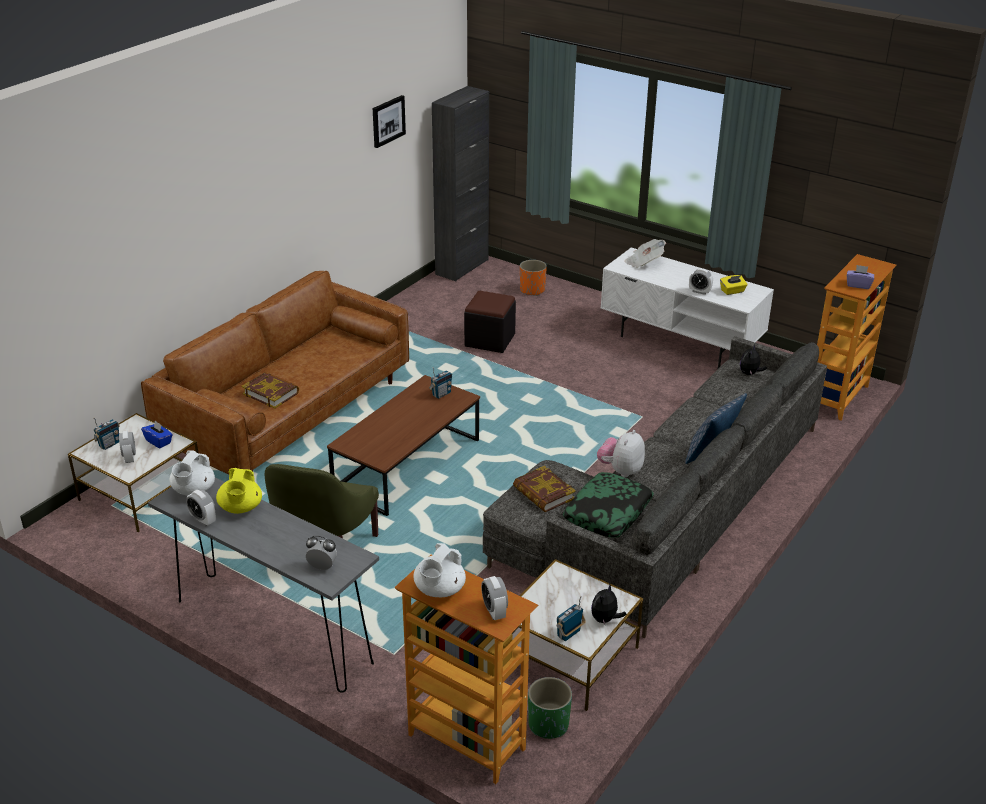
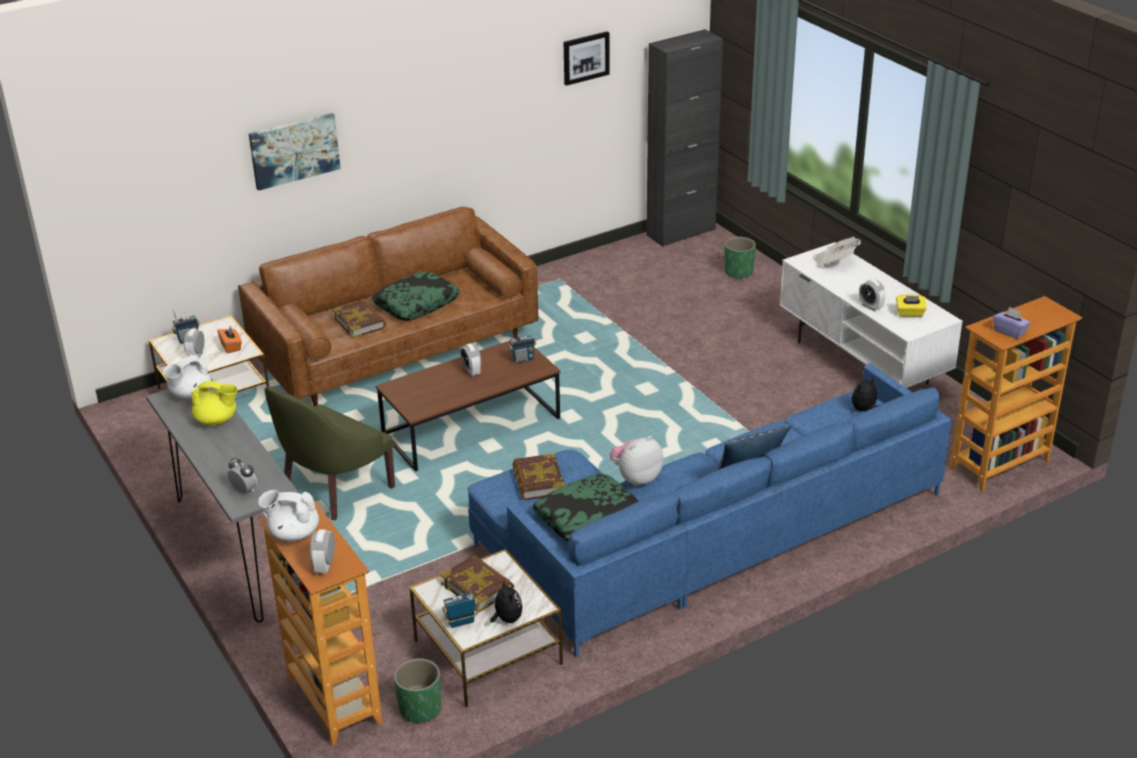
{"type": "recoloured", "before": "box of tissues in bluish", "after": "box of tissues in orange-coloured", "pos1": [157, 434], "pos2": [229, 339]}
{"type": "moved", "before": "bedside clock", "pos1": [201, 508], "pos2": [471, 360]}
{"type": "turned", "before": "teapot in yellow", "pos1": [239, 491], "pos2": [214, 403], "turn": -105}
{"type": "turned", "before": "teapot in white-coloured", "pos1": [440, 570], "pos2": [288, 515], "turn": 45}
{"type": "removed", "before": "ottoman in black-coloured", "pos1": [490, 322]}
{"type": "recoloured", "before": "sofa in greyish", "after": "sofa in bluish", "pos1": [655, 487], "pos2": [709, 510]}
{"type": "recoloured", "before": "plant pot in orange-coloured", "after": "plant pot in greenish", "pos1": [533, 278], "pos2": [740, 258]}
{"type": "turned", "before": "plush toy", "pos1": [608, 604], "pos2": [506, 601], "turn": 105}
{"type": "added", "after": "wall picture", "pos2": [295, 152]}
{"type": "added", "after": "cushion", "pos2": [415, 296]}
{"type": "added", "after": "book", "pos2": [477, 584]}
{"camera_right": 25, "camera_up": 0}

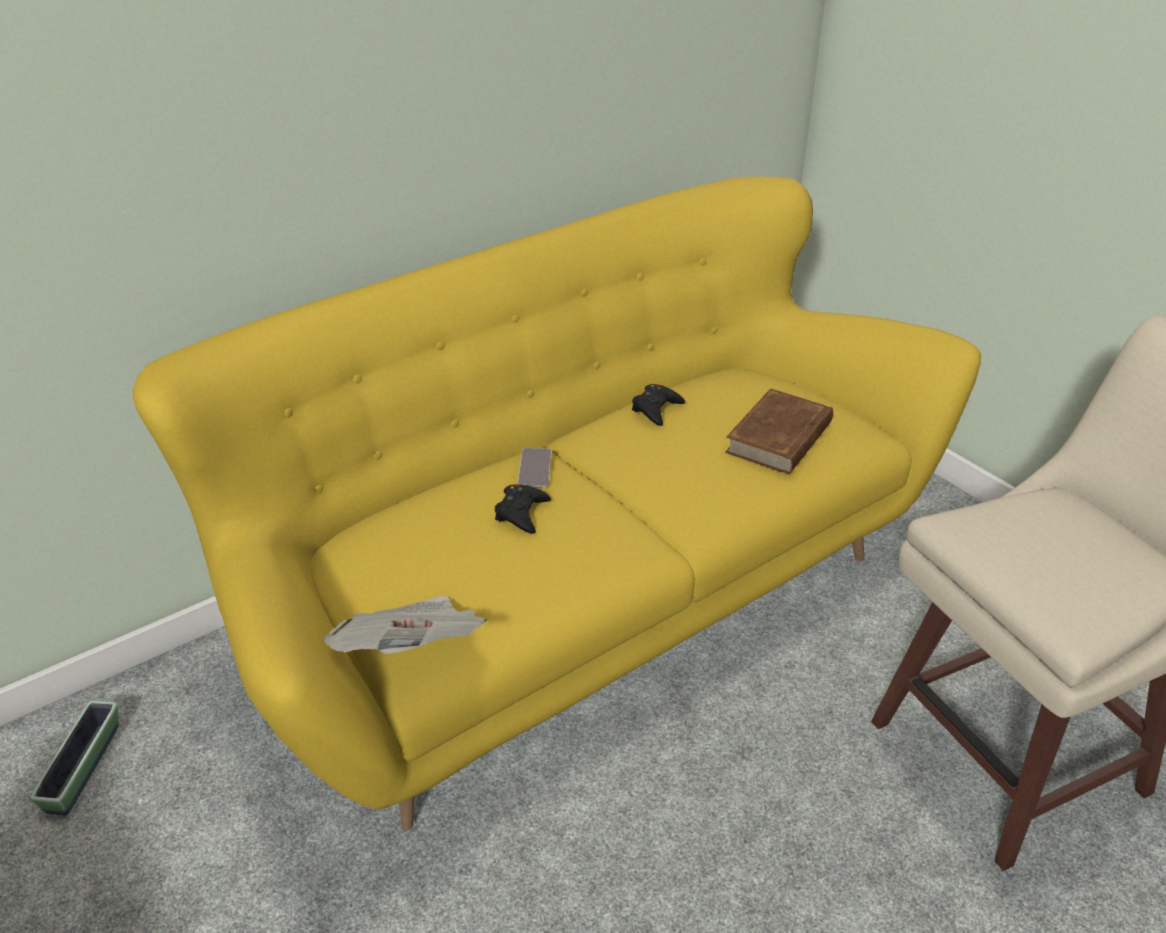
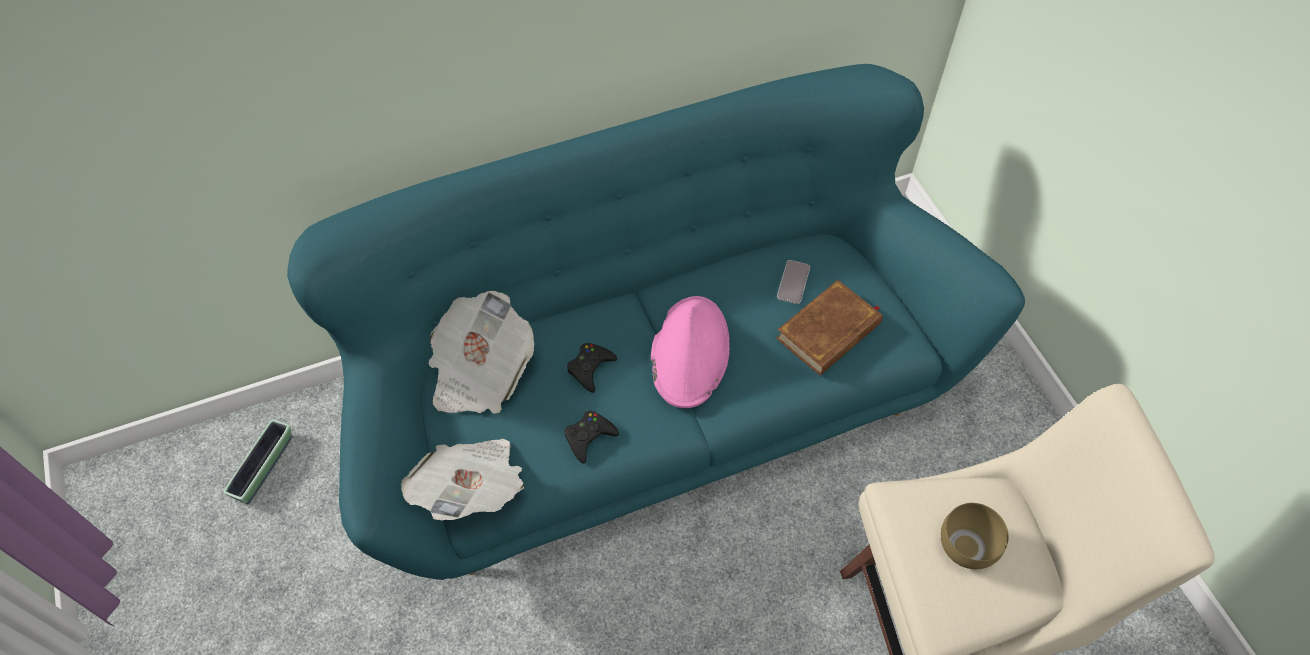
{"type": "recoloured", "before": "sofa in yellow", "after": "sofa in turquoise-coloured", "pos1": [556, 503], "pos2": [656, 322]}
{"type": "moved", "before": "telephone", "pos1": [535, 468], "pos2": [793, 282]}
{"type": "moved", "before": "game controller in black-coloured", "pos1": [658, 405], "pos2": [591, 437]}
{"type": "added", "after": "printed paper", "pos2": [481, 352]}
{"type": "added", "after": "hat in pink", "pos2": [690, 352]}
{"type": "added", "after": "bowl in brownish", "pos2": [975, 536]}
{"camera_right": 15, "camera_up": 20}

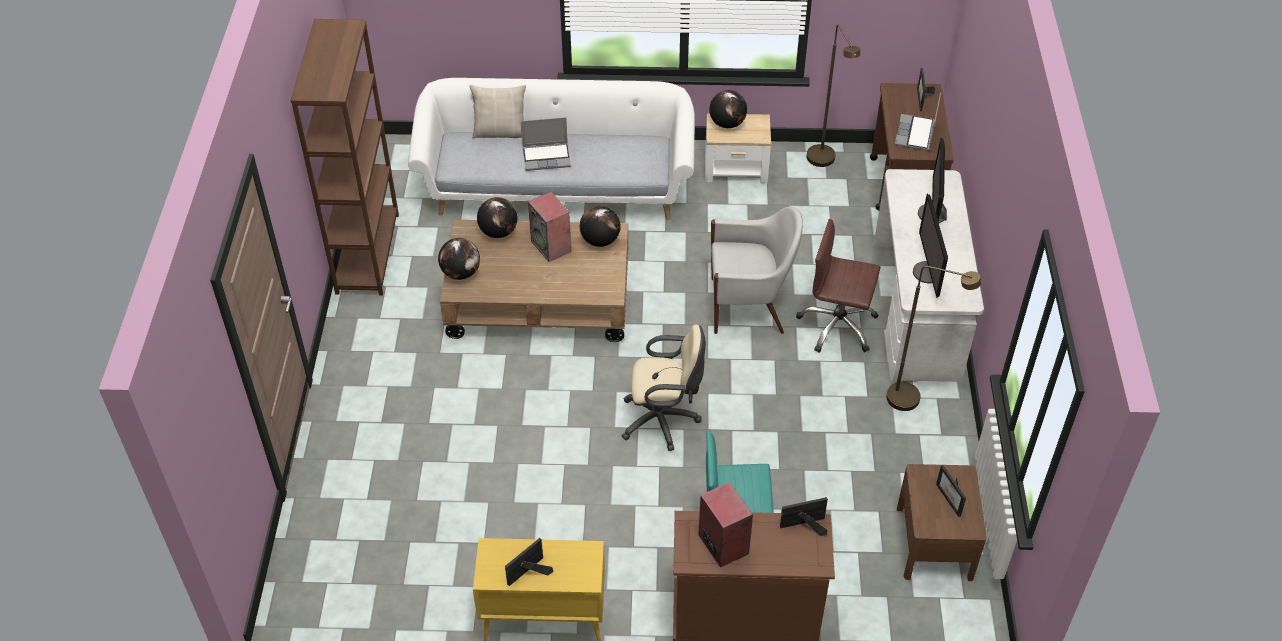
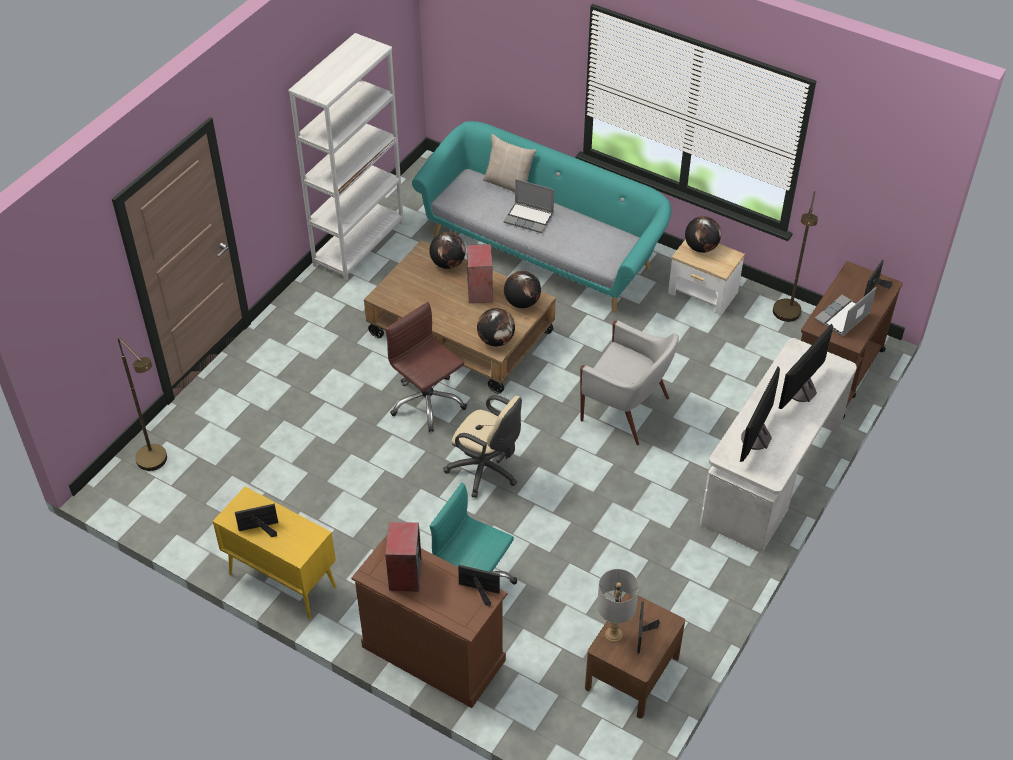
{"type": "recoloured", "before": "bookcase in brownish", "after": "bookcase in white-coloured", "pos1": [344, 157], "pos2": [346, 157]}
{"type": "recoloured", "before": "sofa in white-coloured", "after": "sofa in turquoise-coloured", "pos1": [551, 149], "pos2": [542, 217]}
{"type": "moved", "before": "world globe", "pos1": [459, 259], "pos2": [496, 327]}
{"type": "moved", "before": "computer chair in brownish", "pos1": [838, 286], "pos2": [426, 367]}
{"type": "moved", "before": "standing lamp in brownish", "pos1": [933, 338], "pos2": [142, 404]}
{"type": "added", "after": "tabletop lamp in greyish", "pos2": [618, 606]}
{"camera_right": 30, "camera_up": 0}

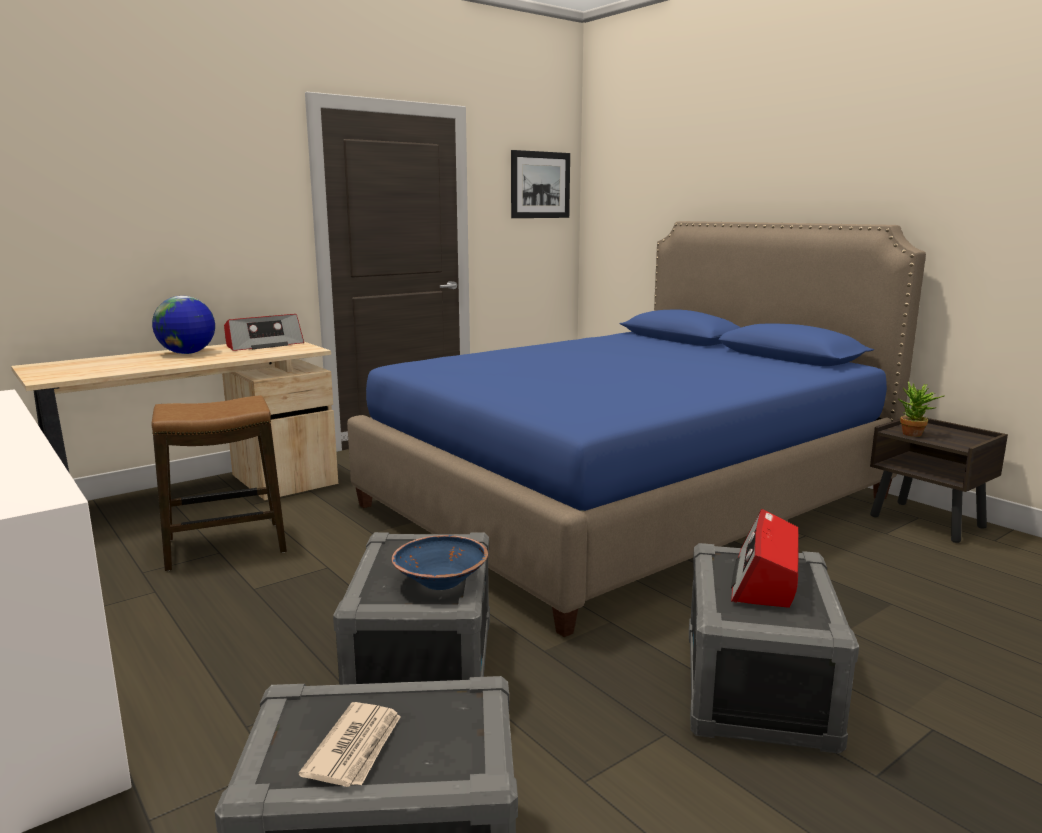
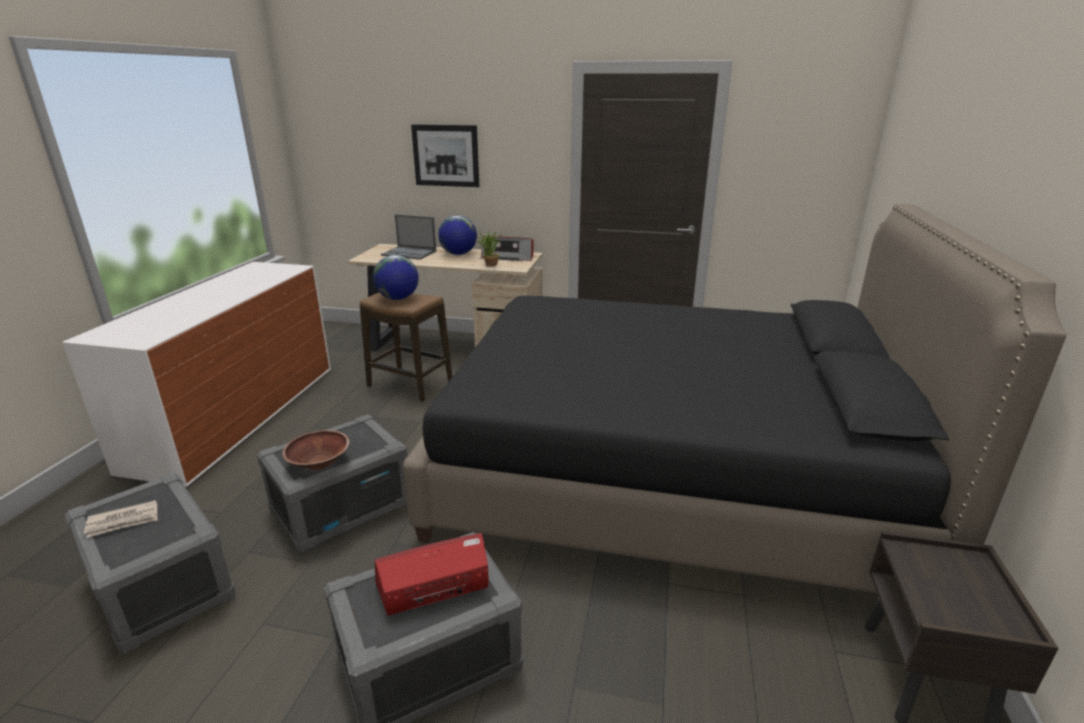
{"type": "recoloured", "before": "sleeping bed in bluish", "after": "sleeping bed in black-coloured", "pos1": [636, 429], "pos2": [734, 398]}
{"type": "recoloured", "before": "bowl in bluish", "after": "bowl in brownish", "pos1": [440, 562], "pos2": [316, 450]}
{"type": "moved", "before": "wall picture", "pos1": [540, 184], "pos2": [445, 155]}
{"type": "moved", "before": "houseplant", "pos1": [920, 409], "pos2": [489, 248]}
{"type": "added", "after": "world globe", "pos2": [396, 277]}
{"type": "added", "after": "notebook computer", "pos2": [409, 237]}
{"camera_right": 50, "camera_up": 10}

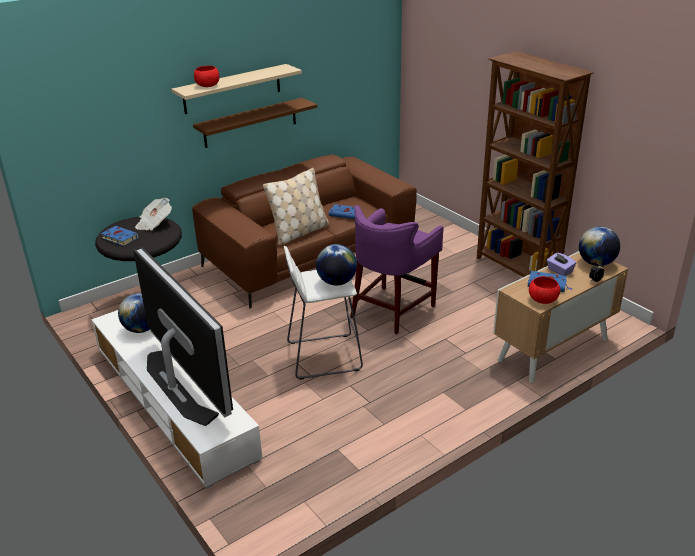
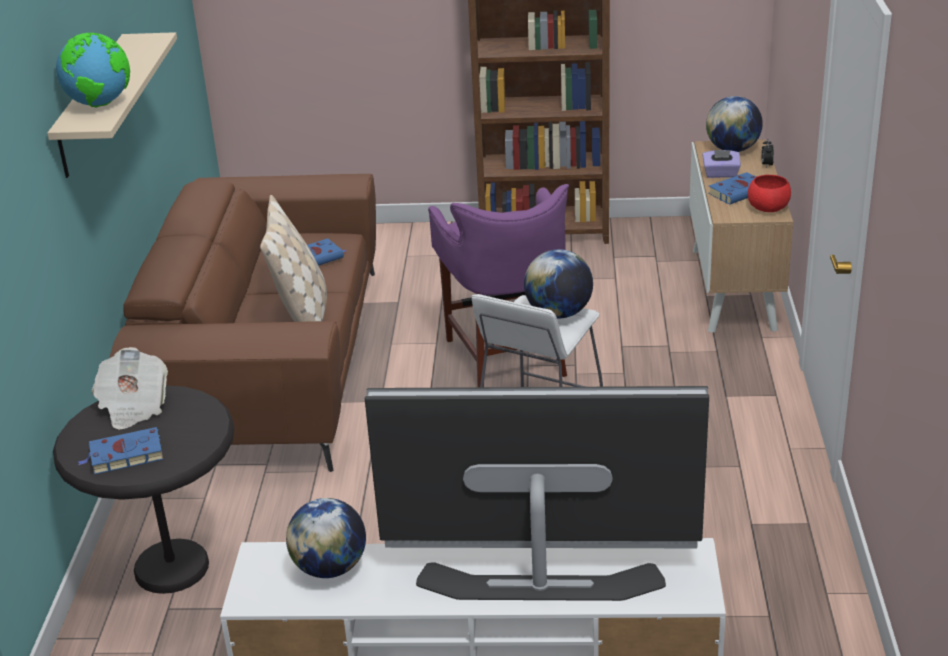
{"type": "removed", "before": "wall shelf in brownish", "pos1": [255, 123]}
{"type": "replaced", "before": "bowl in red-coloured", "after": "world globe", "pos1": [207, 76], "pos2": [93, 70]}
{"camera_right": -50, "camera_up": 0}

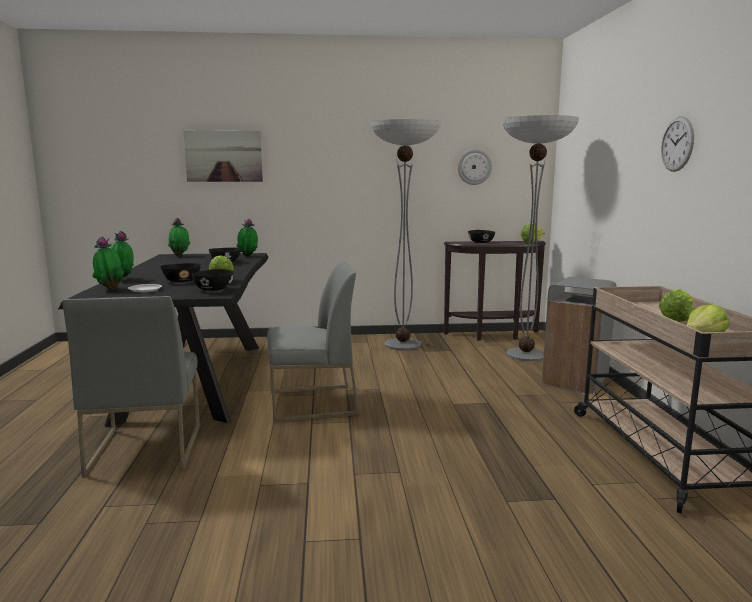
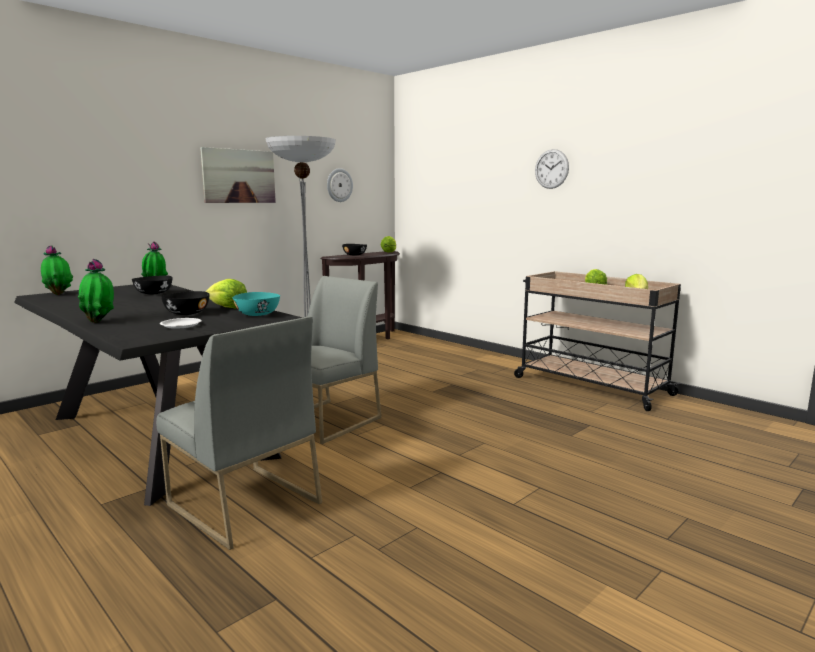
{"type": "removed", "before": "houseplant", "pos1": [108, 263]}
{"type": "moved", "before": "wall picture", "pos1": [223, 156], "pos2": [238, 175]}
{"type": "recoloured", "before": "bowl in black-coloured", "after": "bowl in turquoise-coloured", "pos1": [213, 280], "pos2": [256, 304]}
{"type": "removed", "before": "standing lamp", "pos1": [540, 238]}
{"type": "removed", "before": "waste bin in greyish", "pos1": [579, 335]}
{"camera_right": -40, "camera_up": 0}

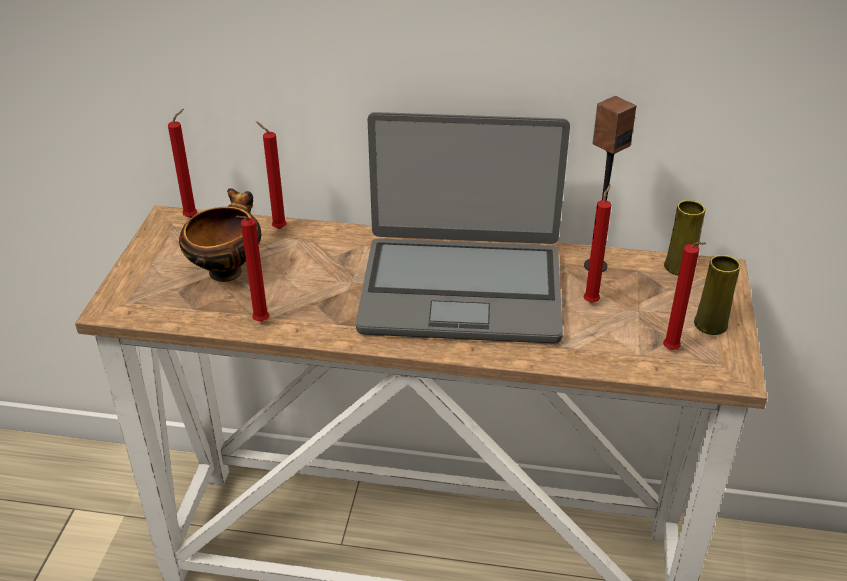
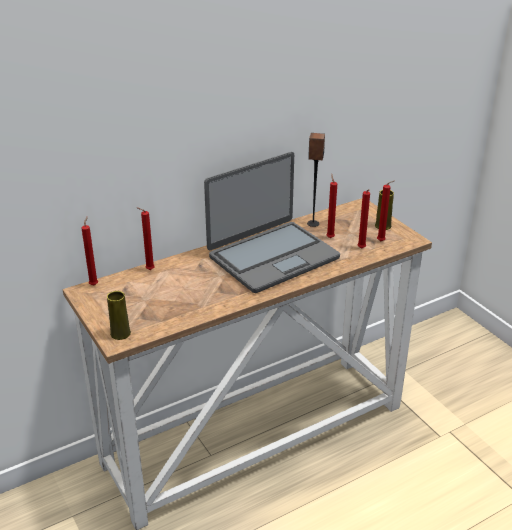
{"type": "removed", "before": "bowl", "pos1": [220, 235]}
{"type": "moved", "before": "candle in red-coloured", "pos1": [252, 269], "pos2": [364, 219]}
{"type": "moved", "before": "decorative vase in yellow", "pos1": [684, 237], "pos2": [119, 315]}
{"camera_right": -40, "camera_up": -5}

